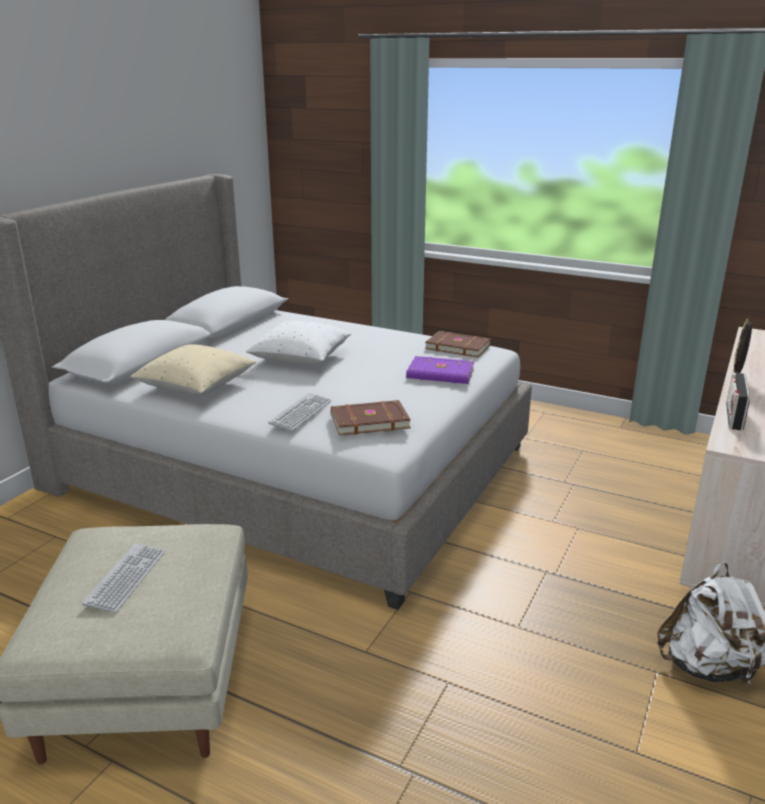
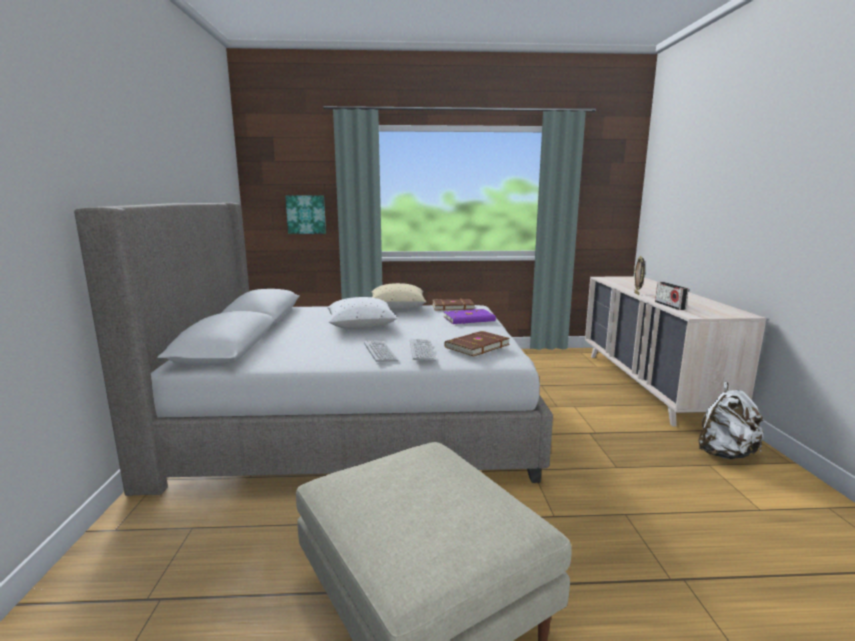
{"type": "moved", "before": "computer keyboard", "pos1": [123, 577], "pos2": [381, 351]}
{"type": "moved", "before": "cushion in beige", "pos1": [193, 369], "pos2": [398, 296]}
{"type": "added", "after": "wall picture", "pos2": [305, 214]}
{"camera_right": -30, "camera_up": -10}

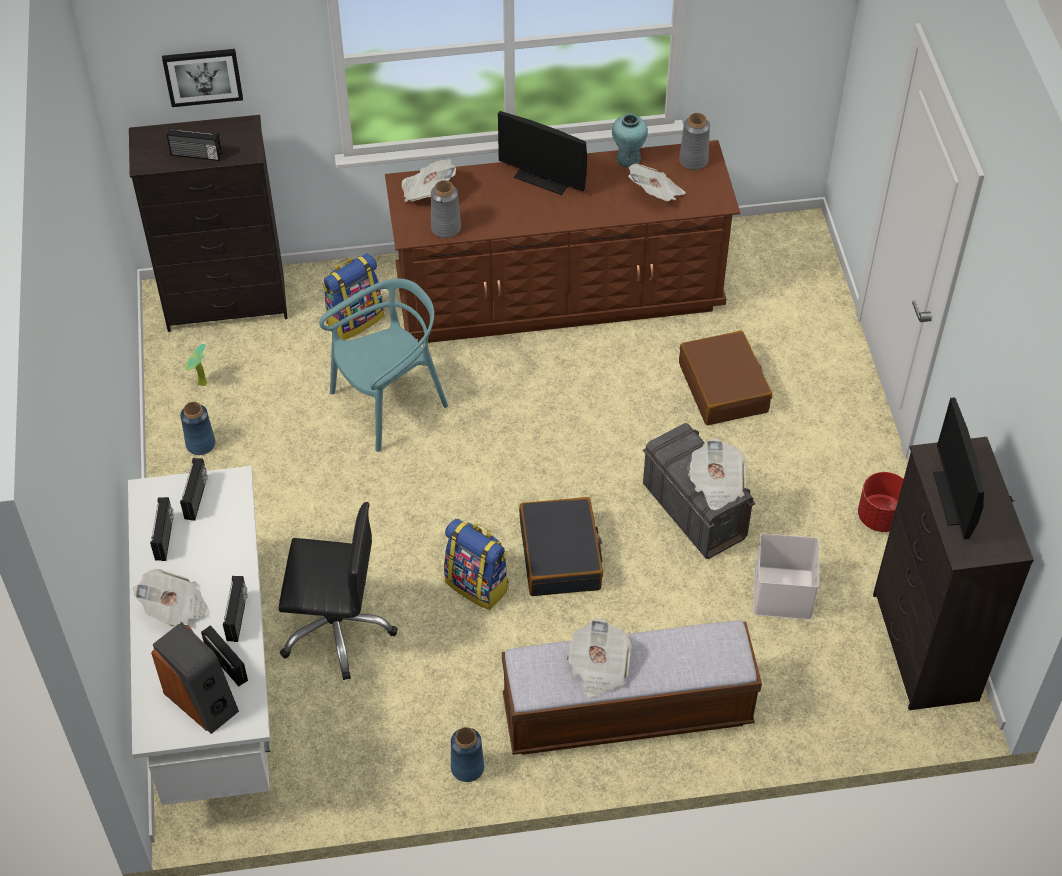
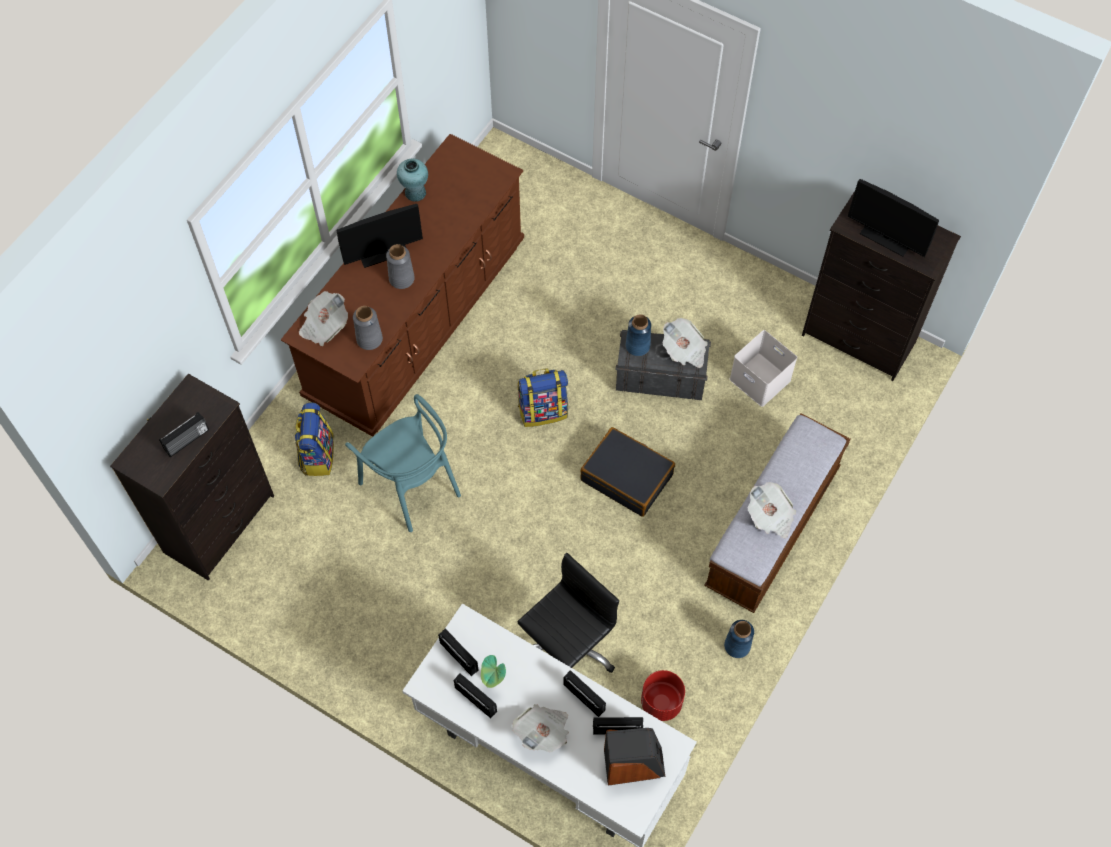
{"type": "removed", "before": "wall picture", "pos1": [202, 78]}
{"type": "moved", "before": "decorative vase in bluish", "pos1": [197, 428], "pos2": [638, 335]}
{"type": "moved", "before": "houseplant", "pos1": [196, 365], "pos2": [493, 671]}
{"type": "turned", "before": "chair in turquoise-coloured", "pos1": [383, 365], "pos2": [403, 463], "turn": 135}
{"type": "moved", "before": "knapsack", "pos1": [476, 564], "pos2": [543, 397]}
{"type": "removed", "before": "printed paper", "pos1": [657, 182]}
{"type": "moved", "before": "decorative vase in greyish", "pos1": [694, 141], "pos2": [400, 266]}
{"type": "removed", "before": "piece of luggage in brownish", "pos1": [725, 378]}
{"type": "moved", "before": "plant pot in red-coloured", "pos1": [880, 502], "pos2": [663, 695]}
{"camera_right": -50, "camera_up": 10}

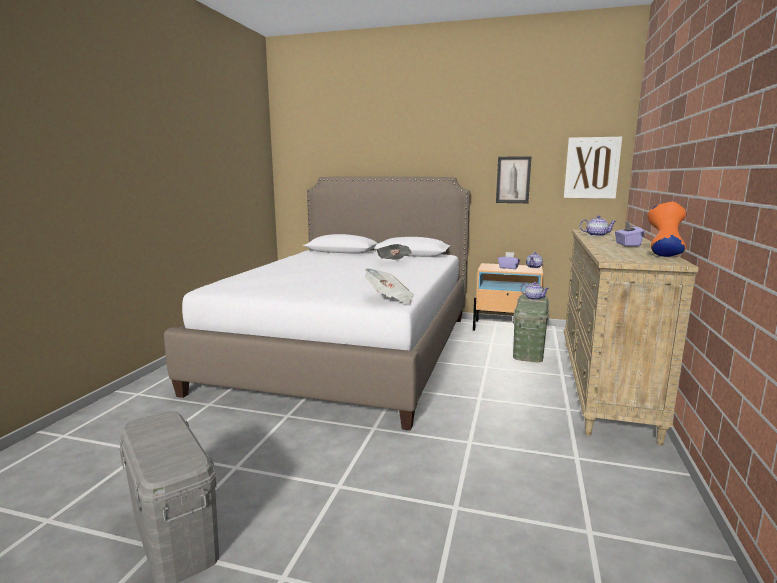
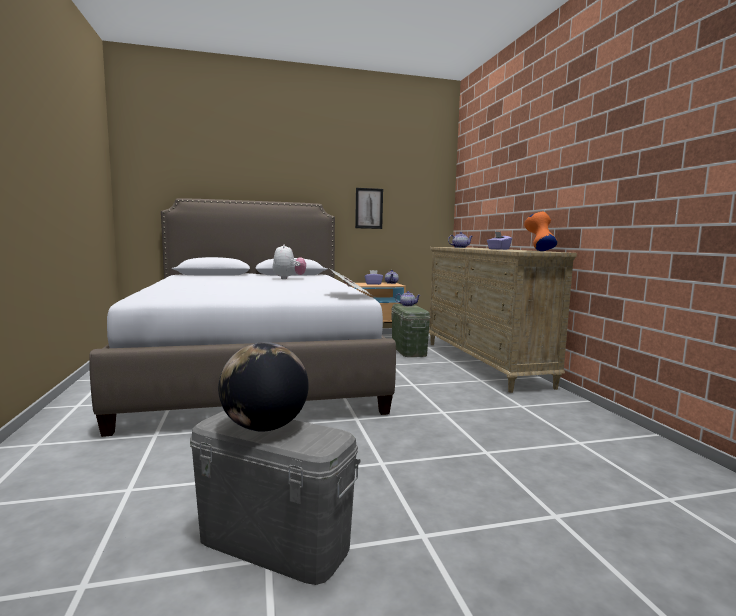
{"type": "replaced", "before": "printed paper", "after": "plush toy", "pos1": [394, 252], "pos2": [289, 262]}
{"type": "removed", "before": "wall picture", "pos1": [593, 168]}
{"type": "added", "after": "world globe", "pos2": [263, 387]}
{"camera_right": -30, "camera_up": -5}

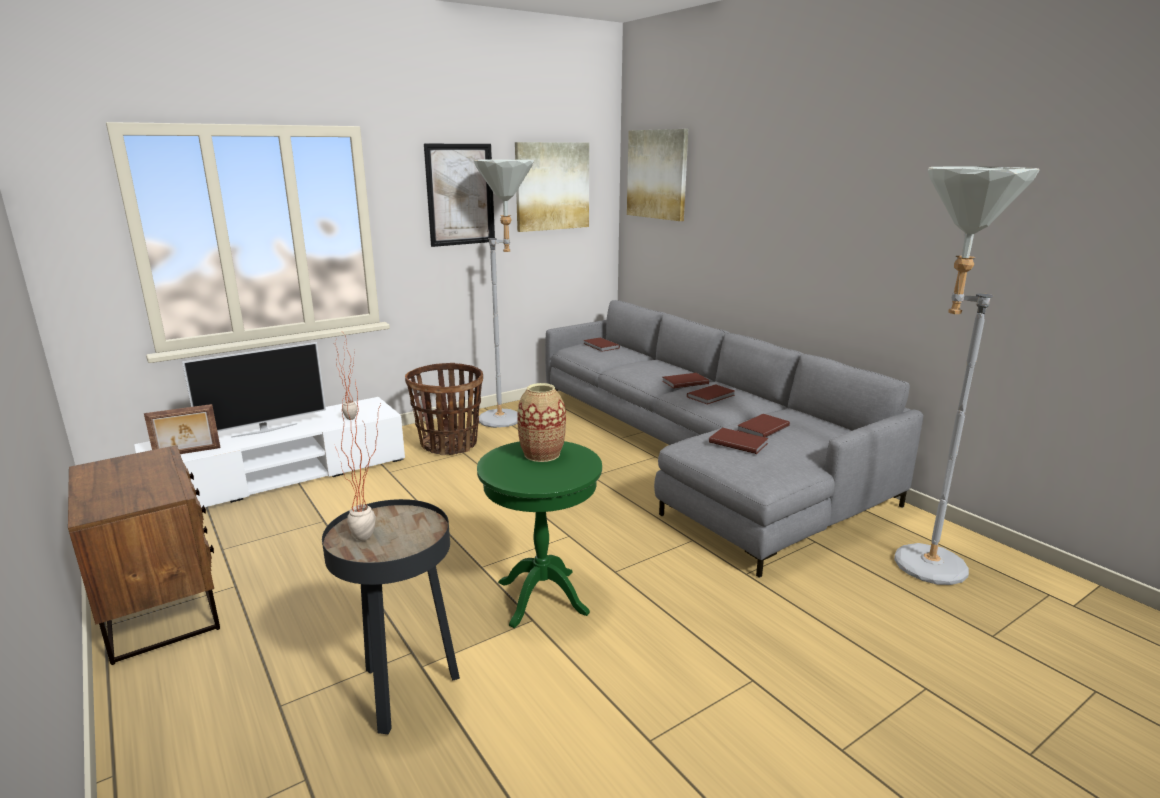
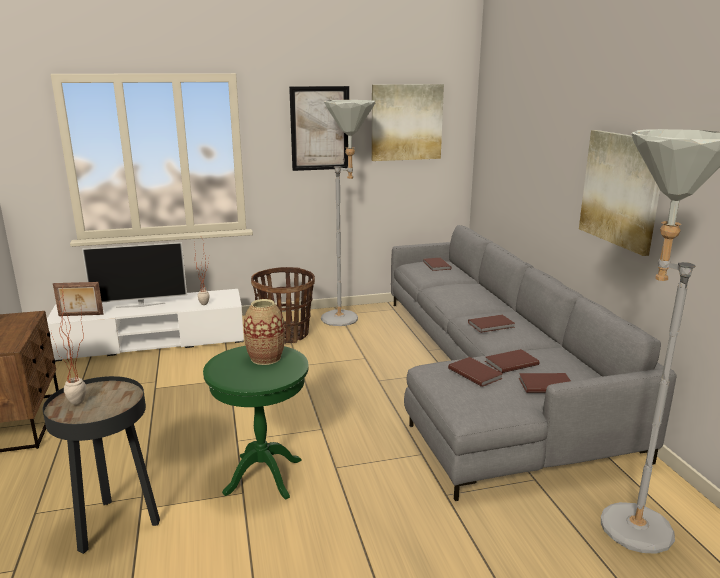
{"type": "moved", "before": "wall picture", "pos1": [657, 175], "pos2": [619, 193]}
{"type": "moved", "before": "book in brownish", "pos1": [686, 381], "pos2": [545, 383]}
{"camera_right": 20, "camera_up": 0}

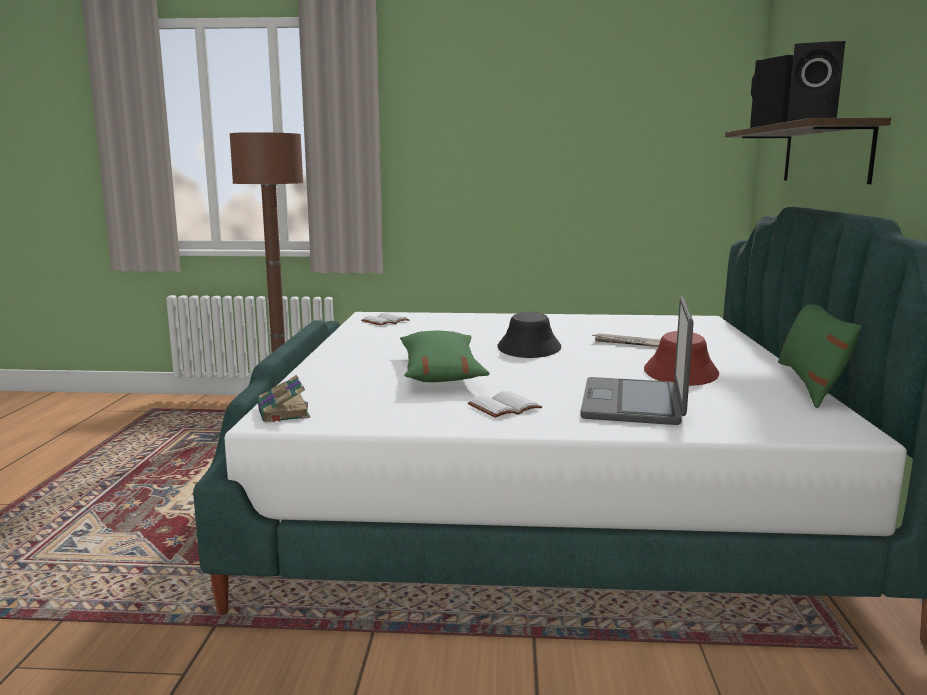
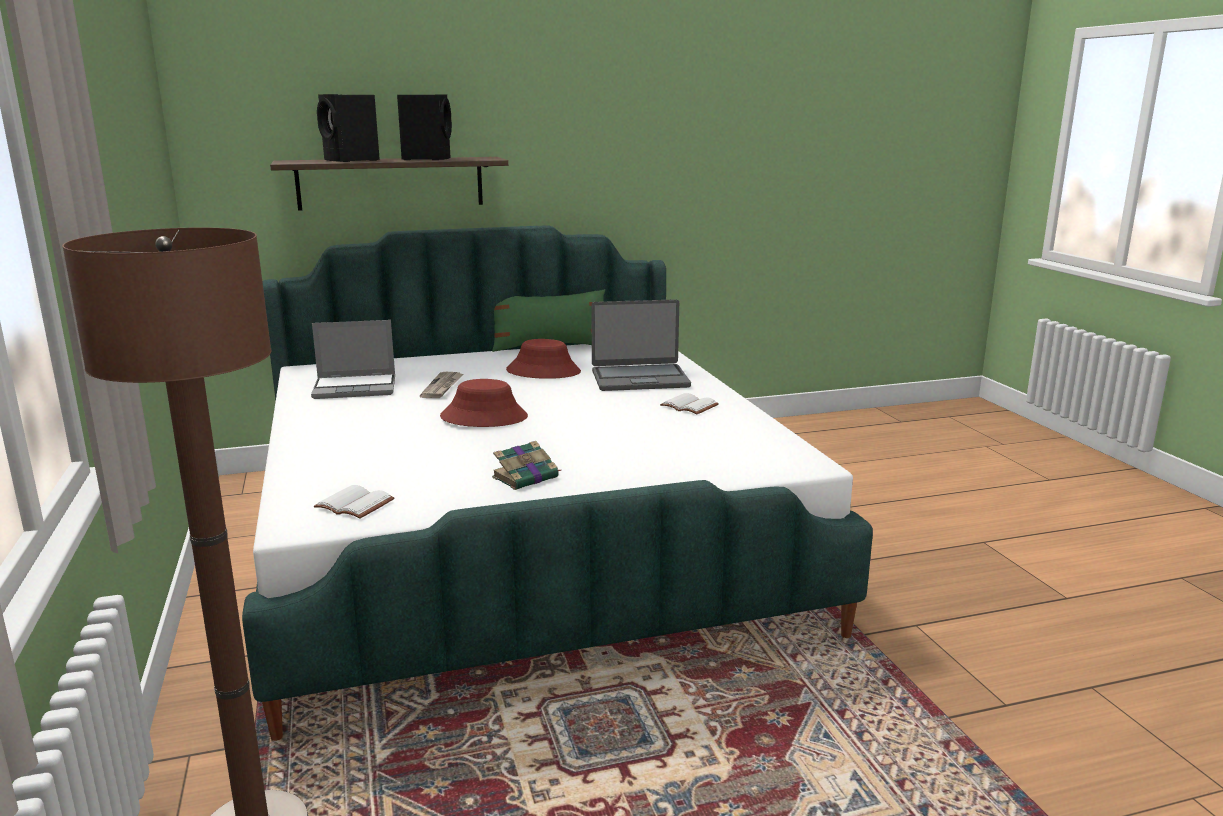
{"type": "moved", "before": "book", "pos1": [283, 399], "pos2": [526, 465]}
{"type": "removed", "before": "cushion in greenish", "pos1": [445, 356]}
{"type": "recoloured", "before": "hat in black-coloured", "after": "hat in red-coloured", "pos1": [529, 335], "pos2": [484, 403]}
{"type": "added", "after": "notebook computer", "pos2": [353, 359]}
{"camera_right": -110, "camera_up": 5}

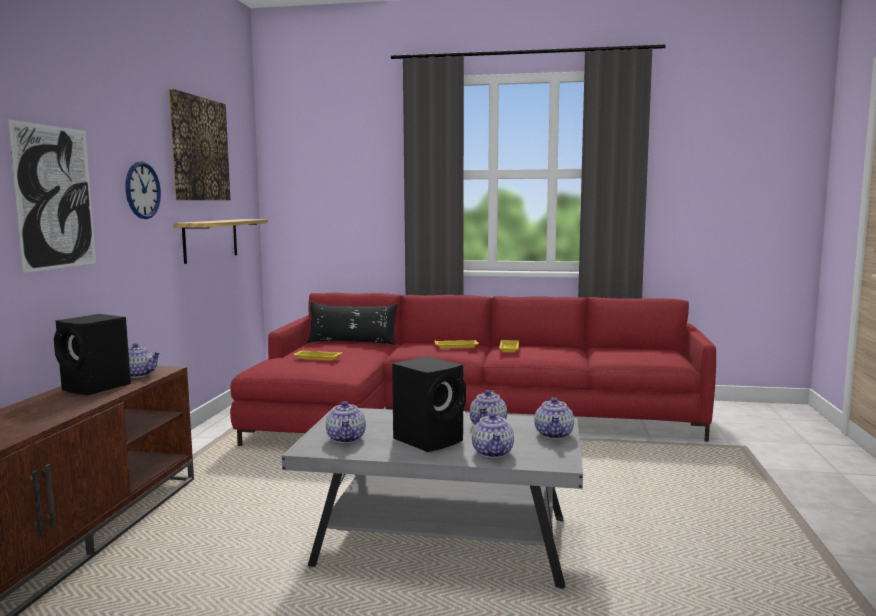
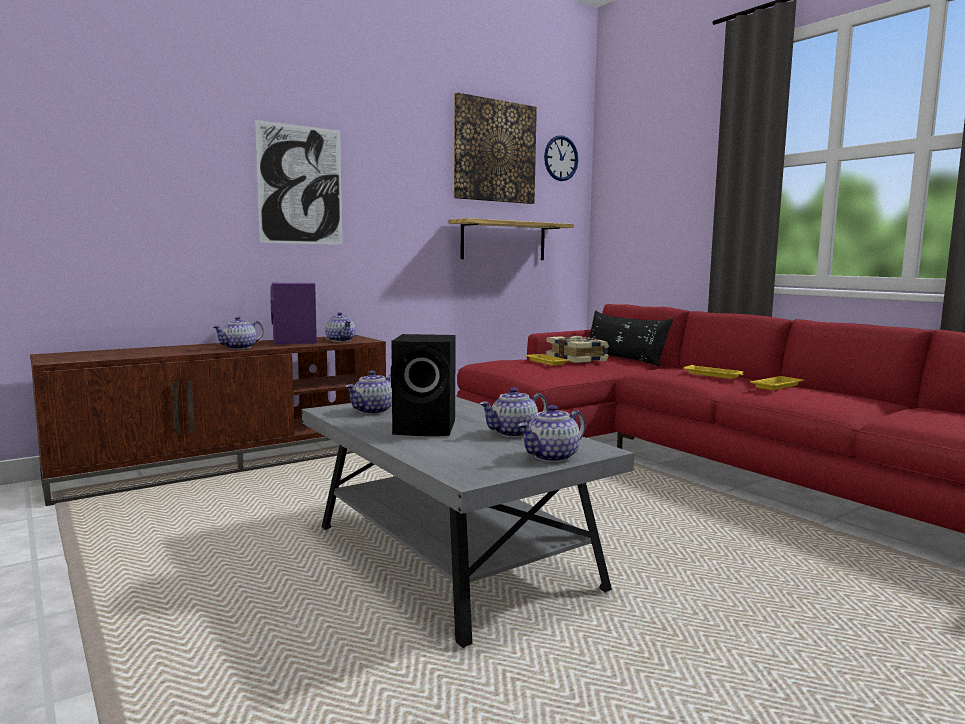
{"type": "recoloured", "before": "speaker in black-coloured", "after": "speaker in purplish", "pos1": [92, 354], "pos2": [293, 313]}
{"type": "moved", "before": "wall clock", "pos1": [143, 190], "pos2": [561, 158]}
{"type": "moved", "before": "teapot", "pos1": [493, 435], "pos2": [238, 332]}
{"type": "added", "after": "book", "pos2": [577, 349]}
{"camera_right": 45, "camera_up": 0}

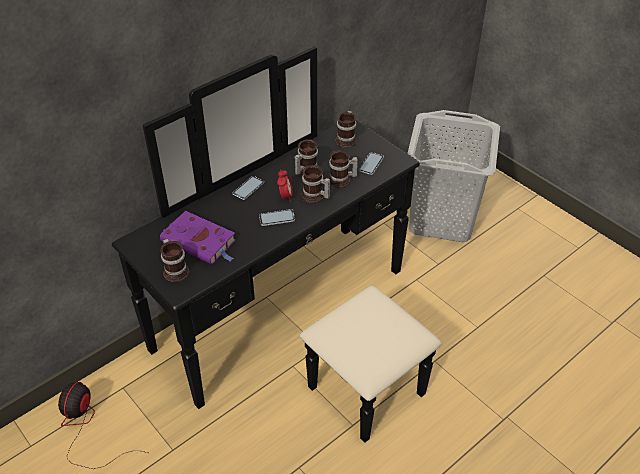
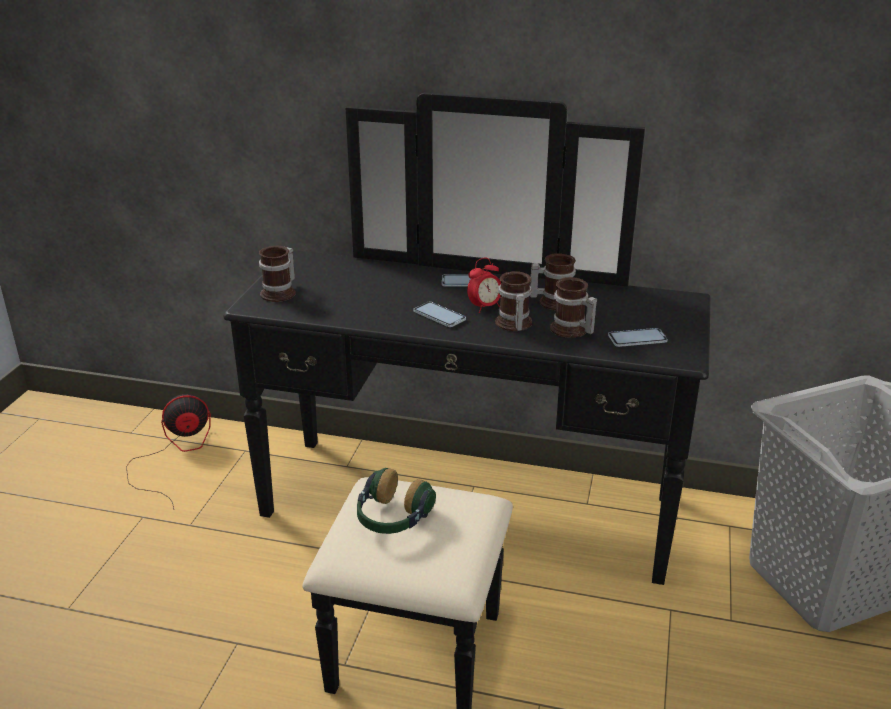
{"type": "removed", "before": "book in purplish", "pos1": [198, 237]}
{"type": "removed", "before": "mug", "pos1": [346, 129]}
{"type": "added", "after": "pair of headphones", "pos2": [396, 501]}
{"camera_right": 55, "camera_up": -15}

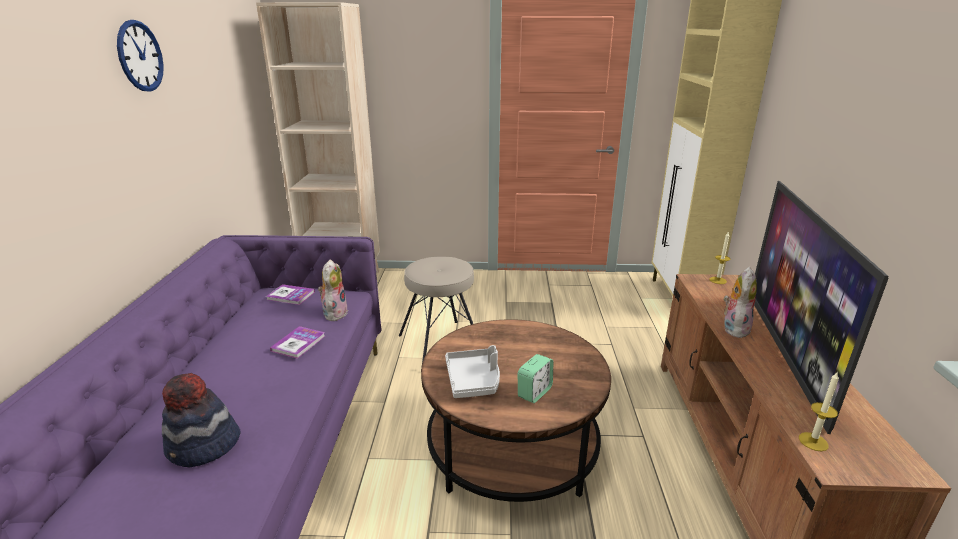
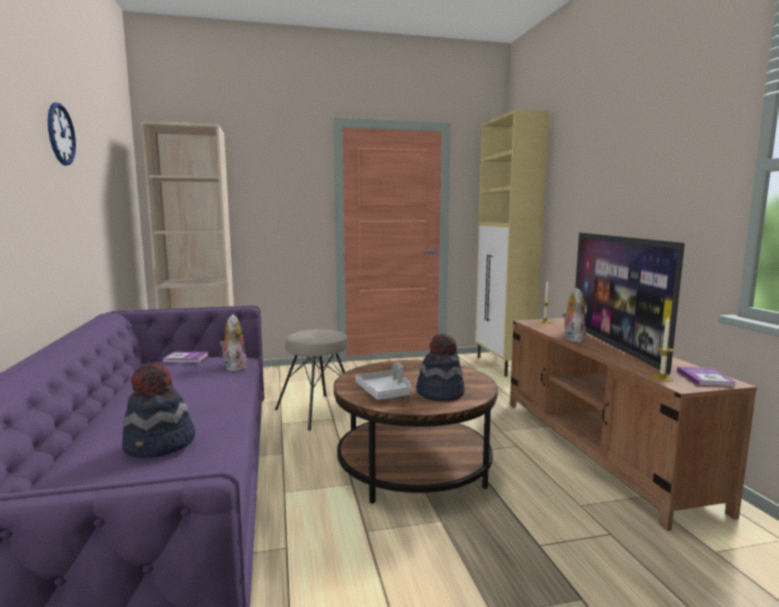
{"type": "moved", "before": "book", "pos1": [297, 342], "pos2": [706, 377]}
{"type": "replaced", "before": "bedside clock", "after": "hat", "pos1": [536, 378], "pos2": [440, 367]}
{"camera_right": -15, "camera_up": -15}

